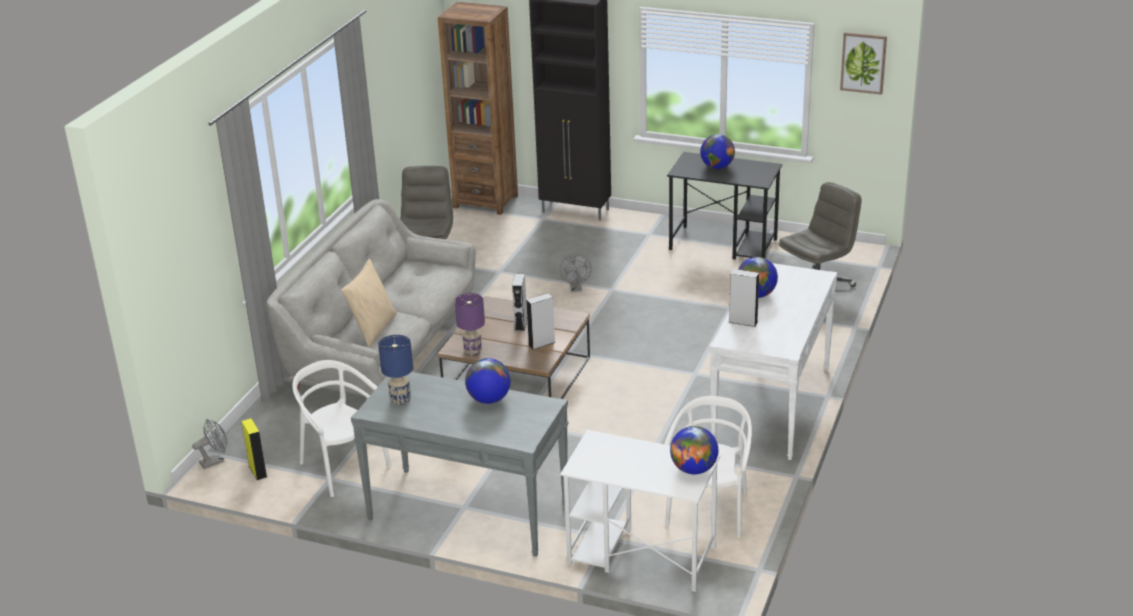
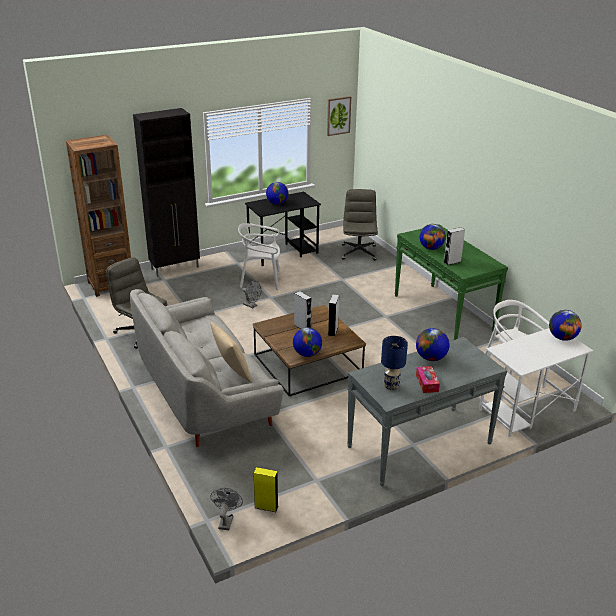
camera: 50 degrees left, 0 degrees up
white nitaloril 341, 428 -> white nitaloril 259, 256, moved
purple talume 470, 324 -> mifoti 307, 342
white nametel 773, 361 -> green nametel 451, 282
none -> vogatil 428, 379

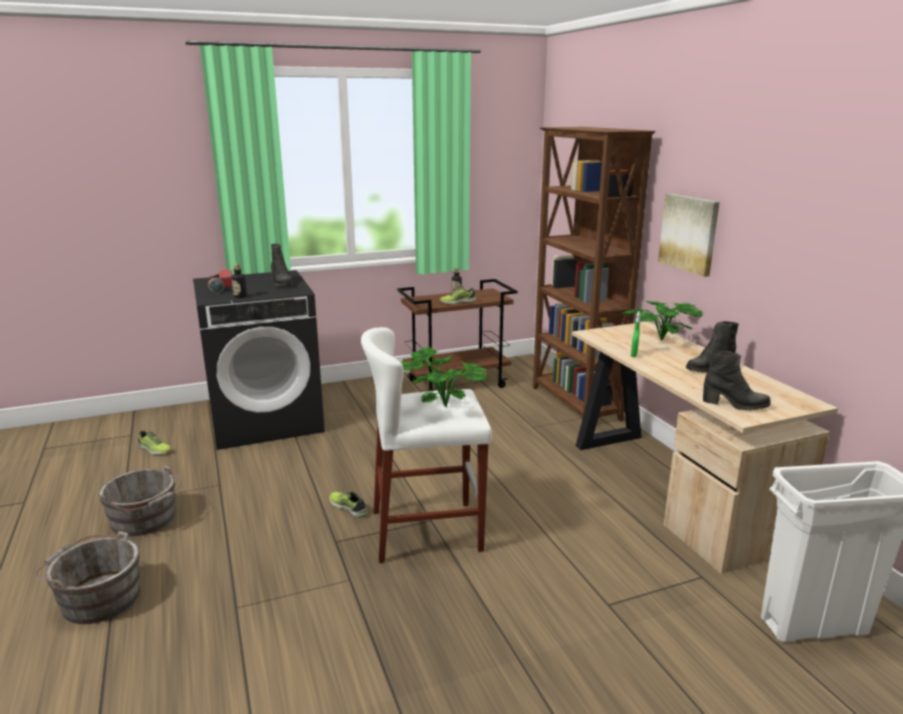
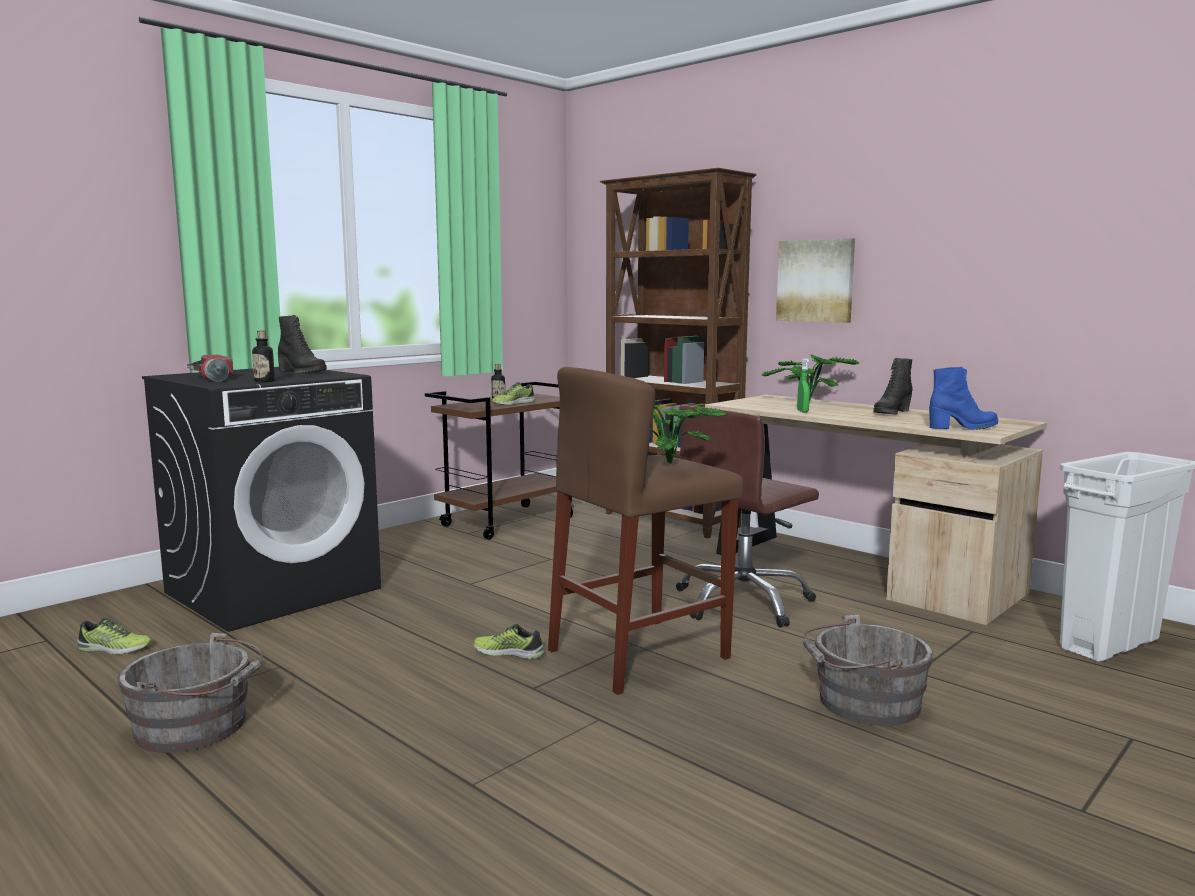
camera: 25 degrees left, 10 degrees down
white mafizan 426, 445 -> brown mafizan 646, 531
none -> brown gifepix 747, 516
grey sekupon 87, 577 -> grey sekupon 868, 670, moved
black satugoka 737, 381 -> blue satugoka 963, 398

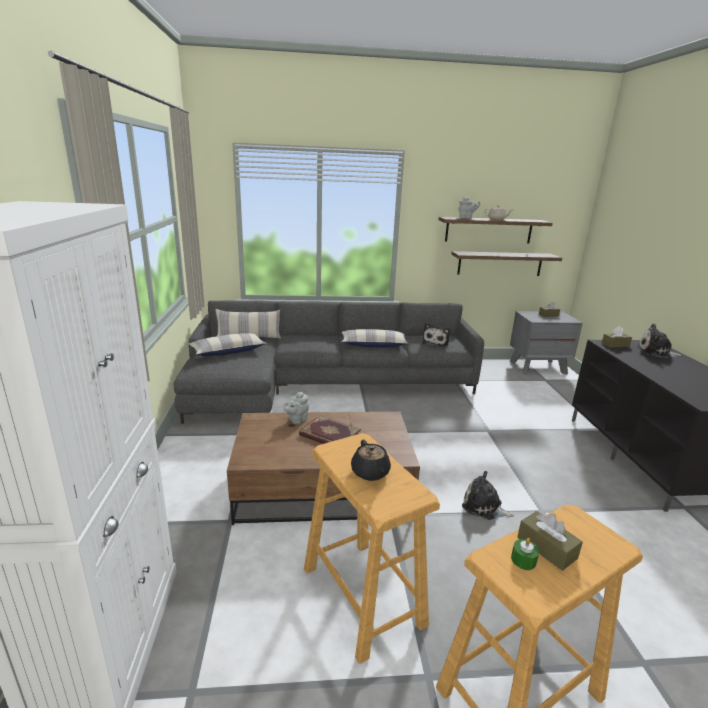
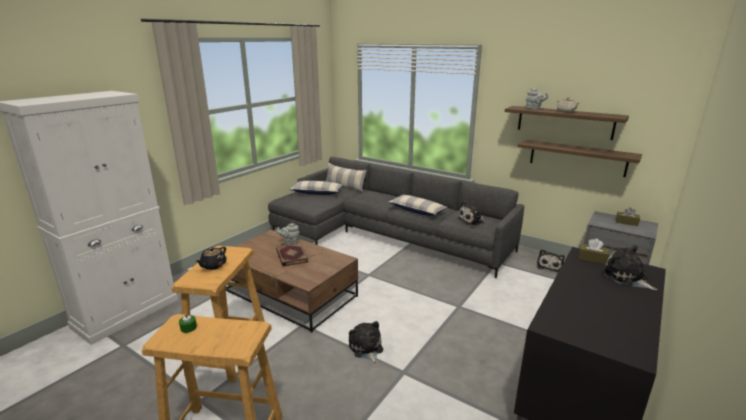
camera: 40 degrees right, 0 degrees up
none -> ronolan 551, 260
brown vogatil 550, 541 -> none

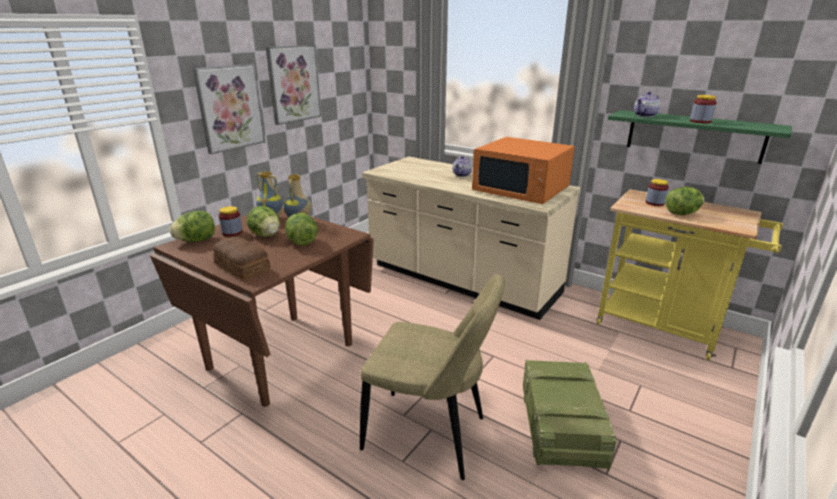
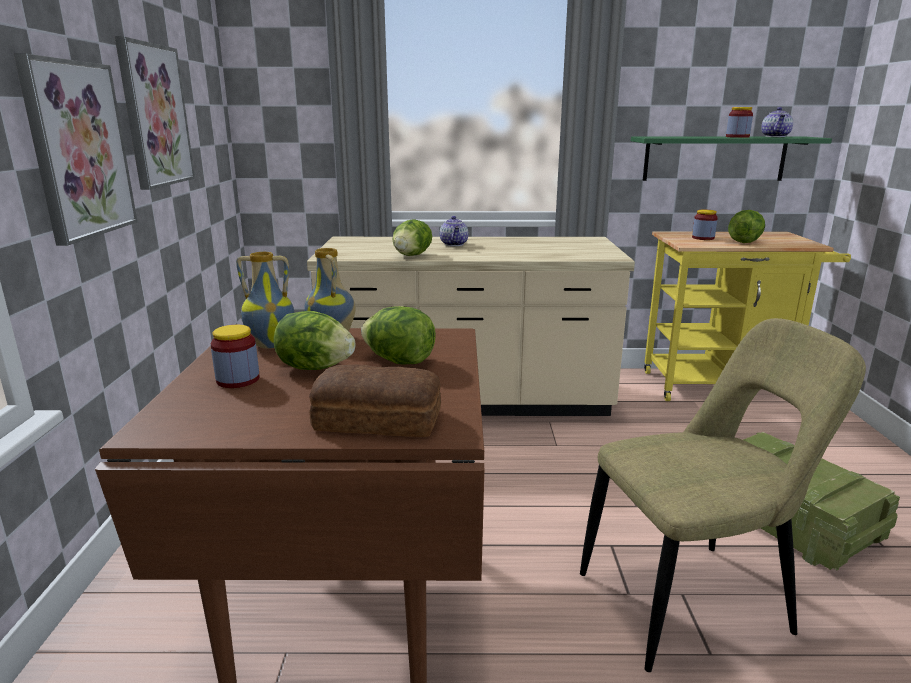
camera: 35 degrees left, 5 degrees down
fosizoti 192, 226 -> fosizoti 412, 237, moved
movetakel 647, 104 -> movetakel 777, 122, moved
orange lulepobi 523, 170 -> none

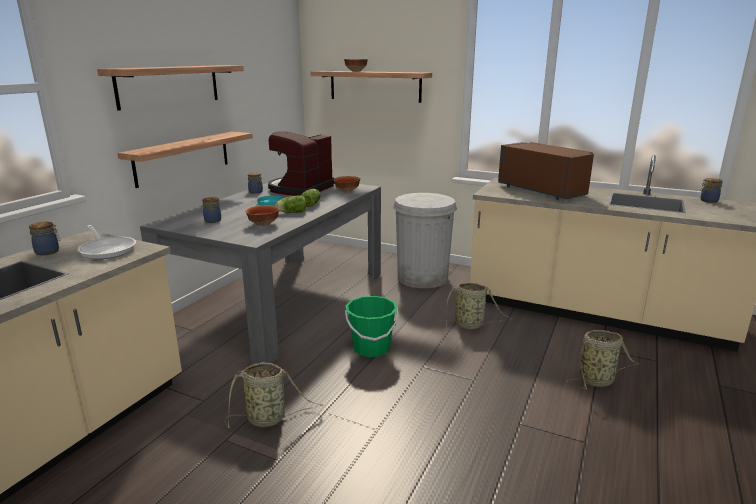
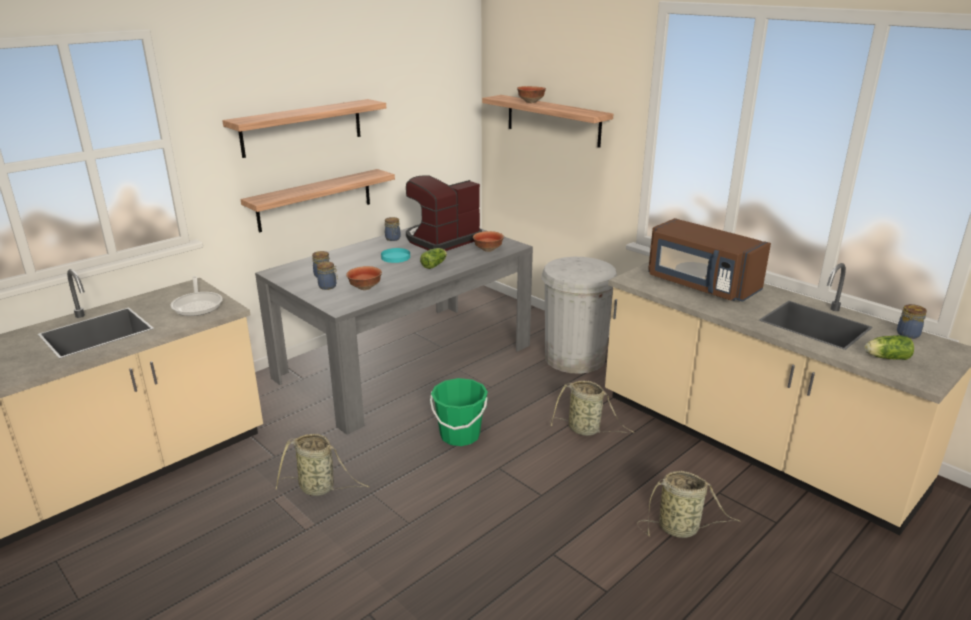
camera: 20 degrees right, 5 degrees up
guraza 44, 238 -> guraza 327, 276, moved
brown lulepobi 546, 171 -> brown lulepobi 709, 260, 150 degrees clockwise
fosizoti 290, 204 -> fosizoti 889, 347, moved

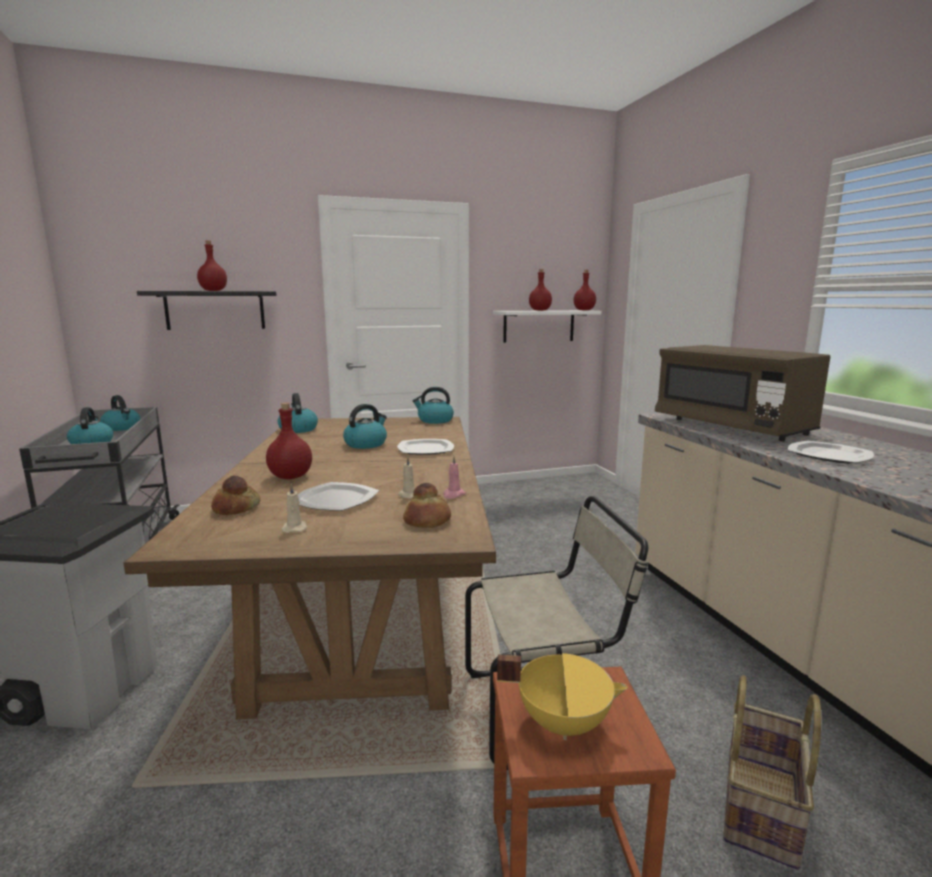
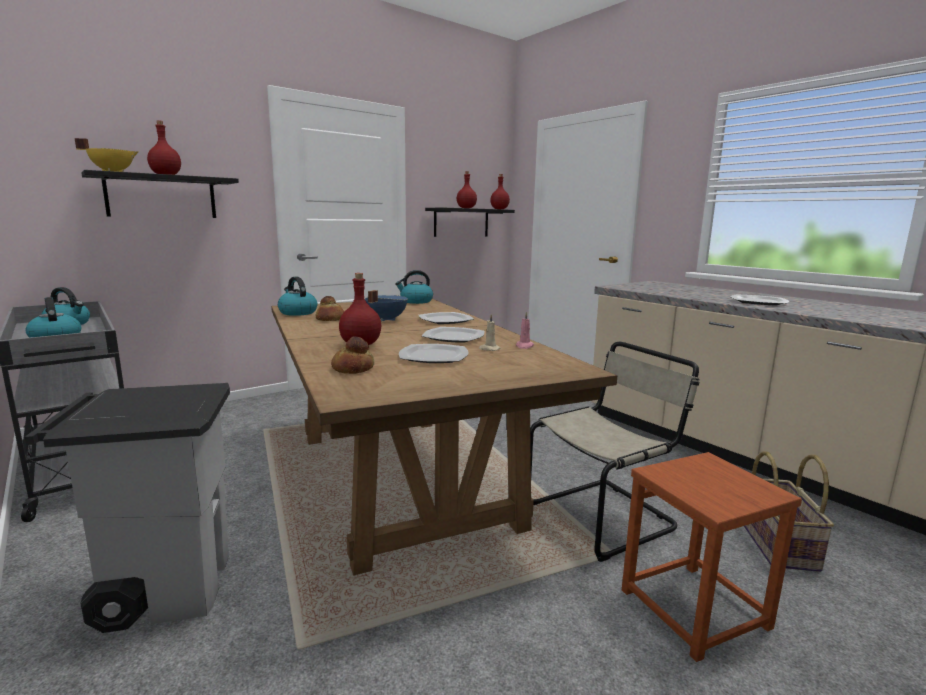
camera: 20 degrees left, 0 degrees up
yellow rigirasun 562, 696 -> yellow rigirasun 106, 155, moved
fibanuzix 427, 505 -> fibanuzix 329, 308, moved
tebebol 365, 426 -> blue rigirasun 386, 306
none -> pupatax 453, 335
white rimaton 547, 326 -> black rimaton 470, 222
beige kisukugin 294, 508 -> none
brown lulepobi 742, 393 -> none

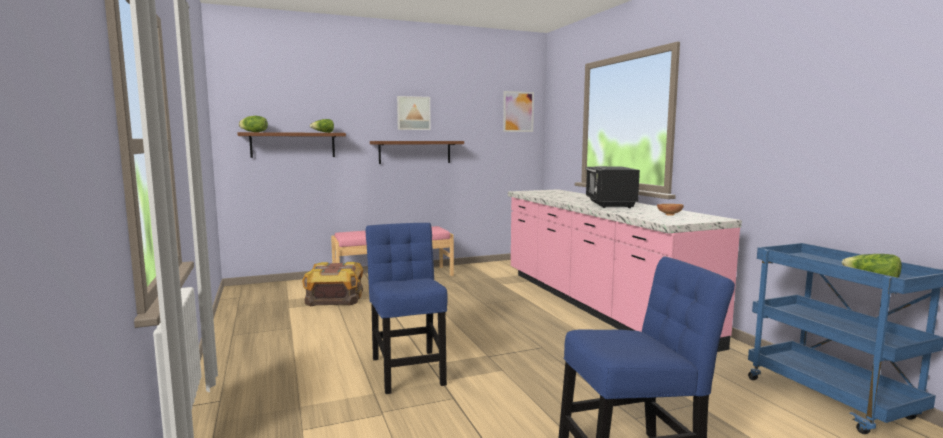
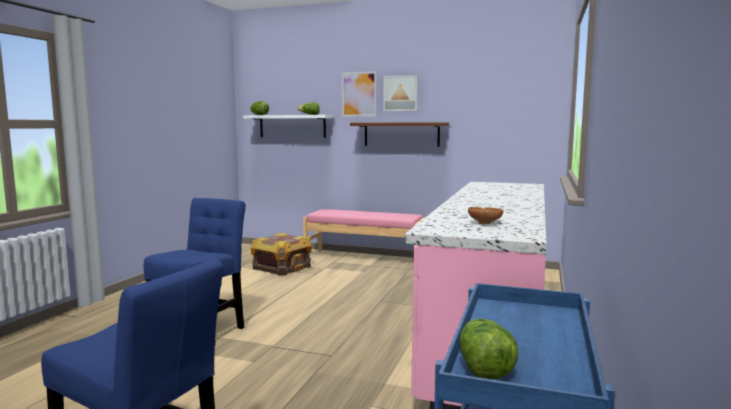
camera: 40 degrees right, 0 degrees up
brown rimaton 291, 145 -> white rimaton 288, 126
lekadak 518, 111 -> lekadak 359, 94, moved
black lulepobi 613, 187 -> none

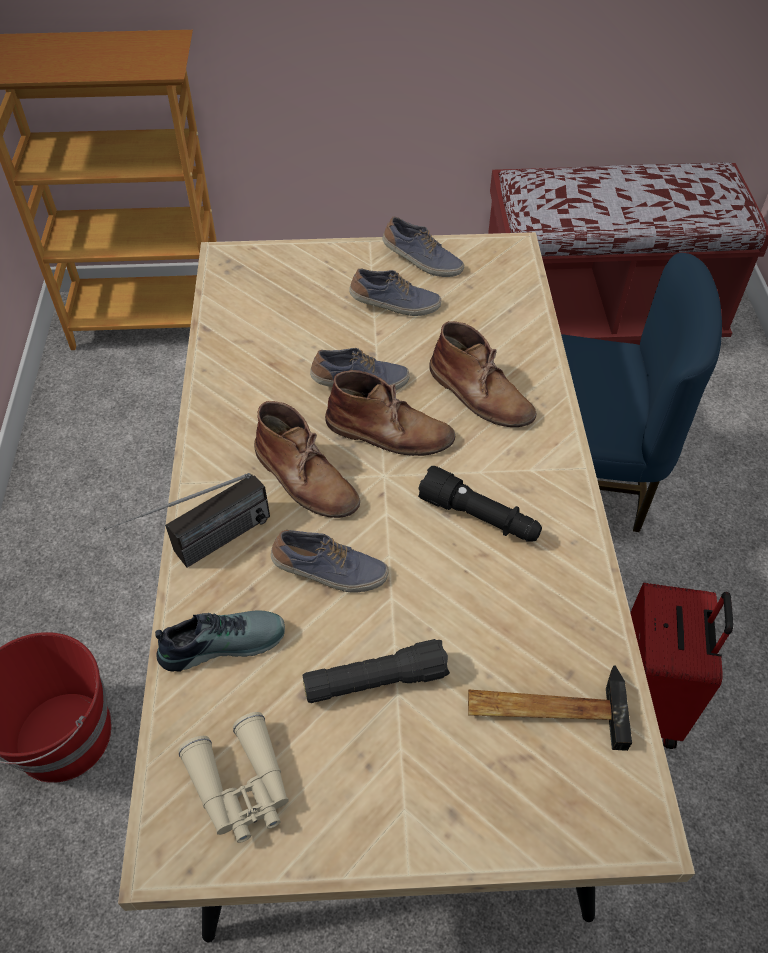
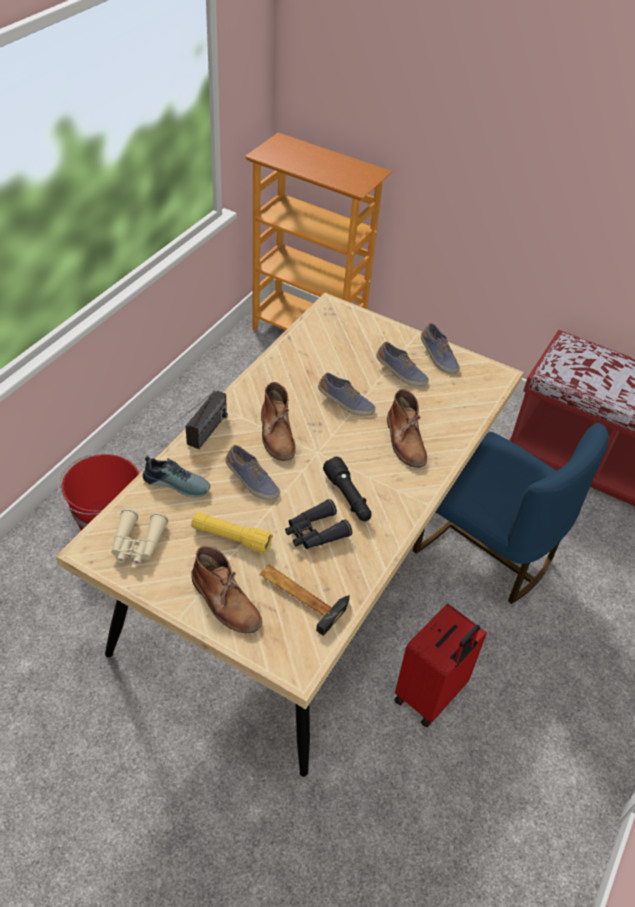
camera: 30 degrees right, 5 degrees down
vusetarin 187, 520 -> vusetarin 198, 419, 60 degrees counterclockwise
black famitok 376, 671 -> yellow famitok 232, 532
brown satugoka 390, 413 -> brown satugoka 226, 589, moved
none -> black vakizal 318, 524

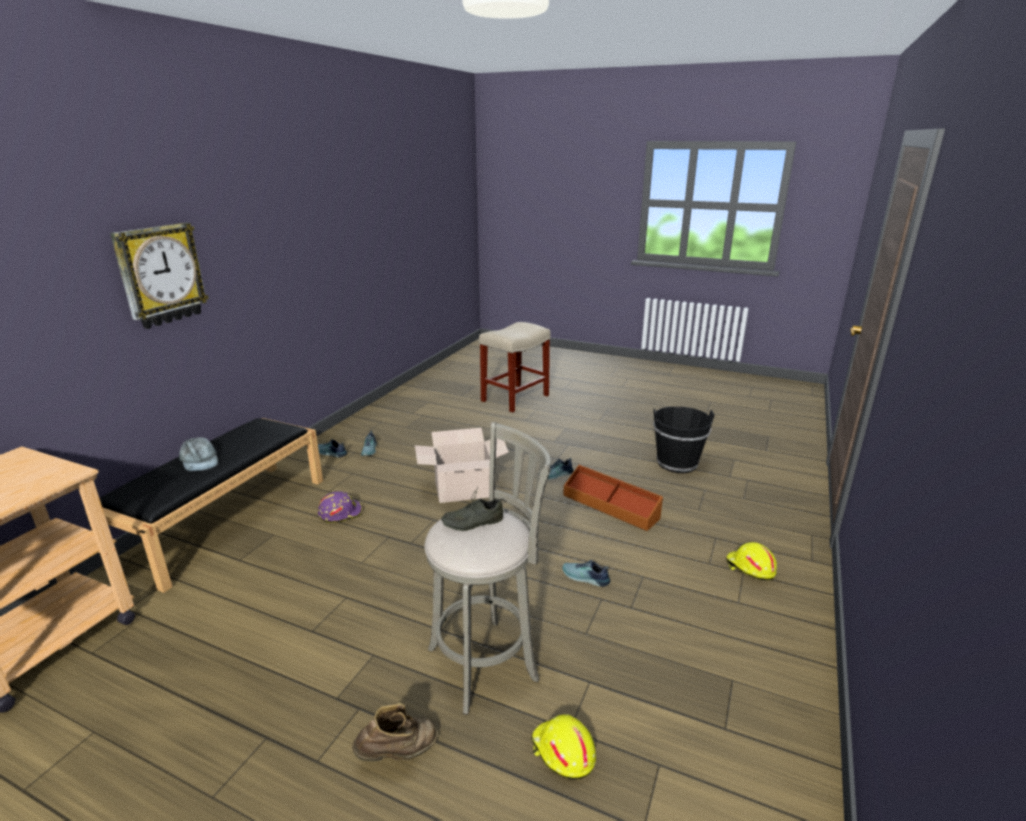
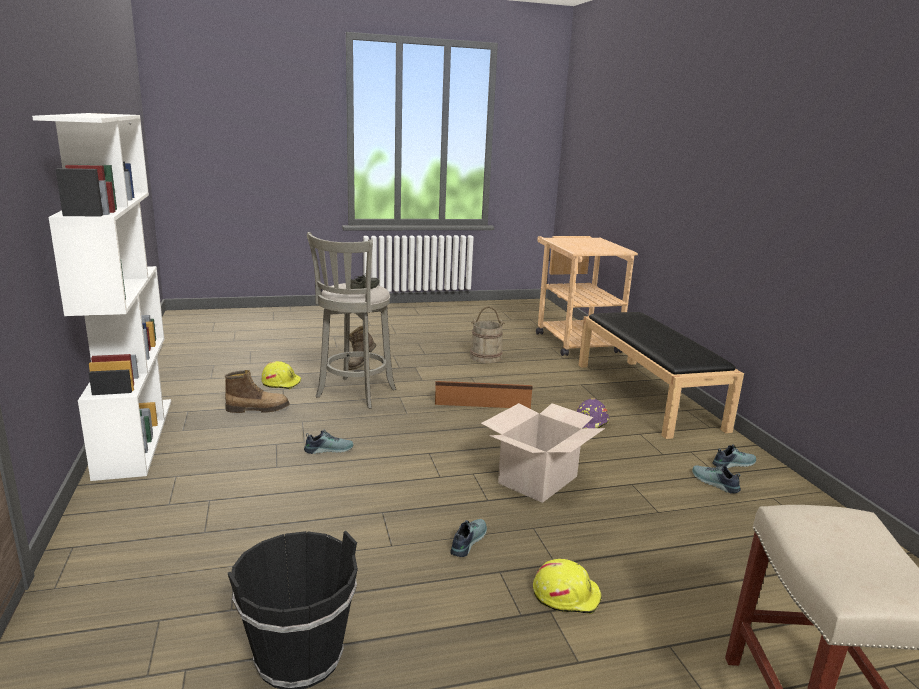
camera: 140 degrees right, 5 degrees down
none -> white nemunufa 101, 297
none -> satugoka 257, 391
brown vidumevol 613, 498 -> brown vidumevol 484, 395, moved
none -> beige sekupon 487, 334
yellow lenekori 751, 561 -> yellow lenekori 567, 586, moved
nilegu 159, 276 -> none
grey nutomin 198, 454 -> none

